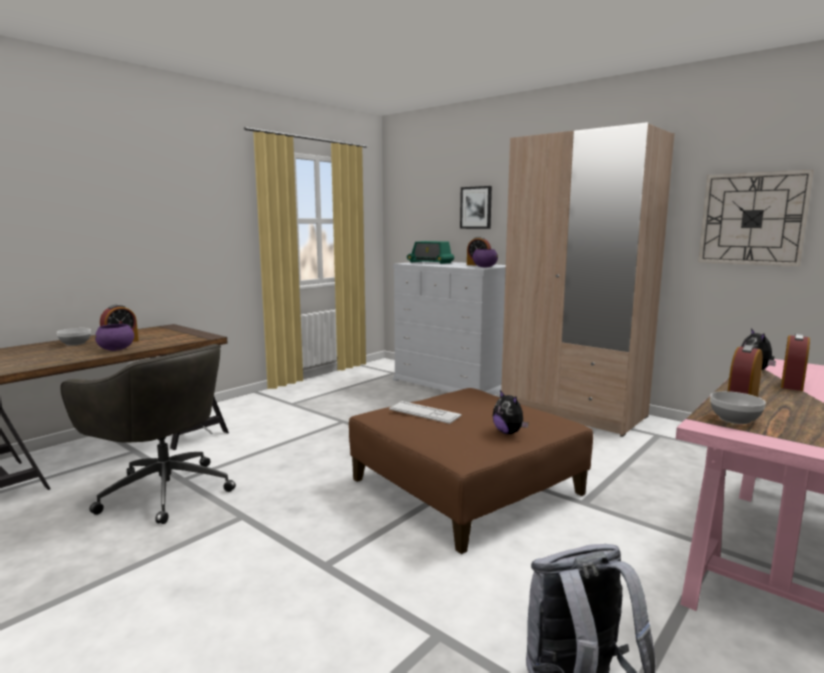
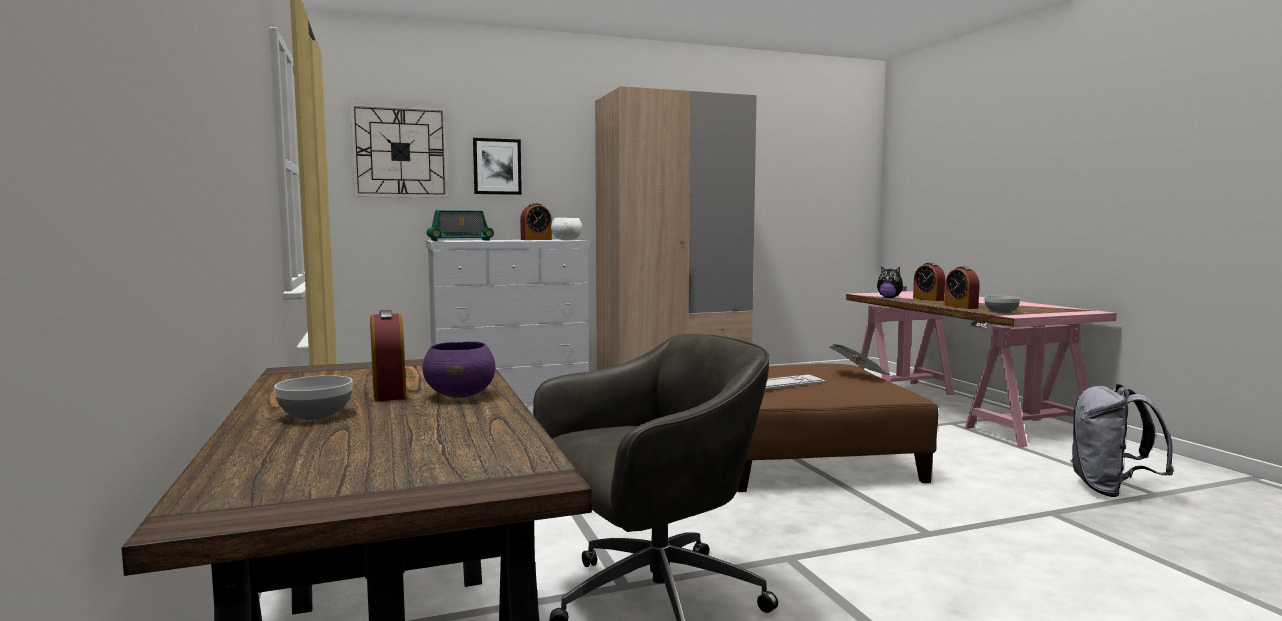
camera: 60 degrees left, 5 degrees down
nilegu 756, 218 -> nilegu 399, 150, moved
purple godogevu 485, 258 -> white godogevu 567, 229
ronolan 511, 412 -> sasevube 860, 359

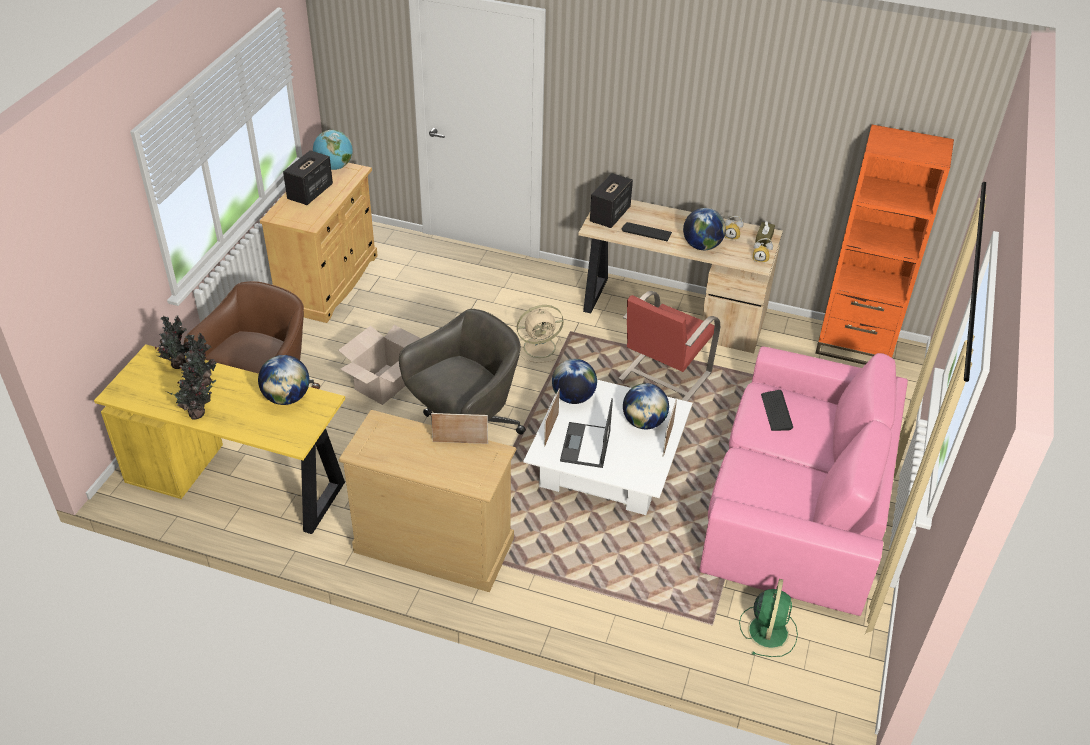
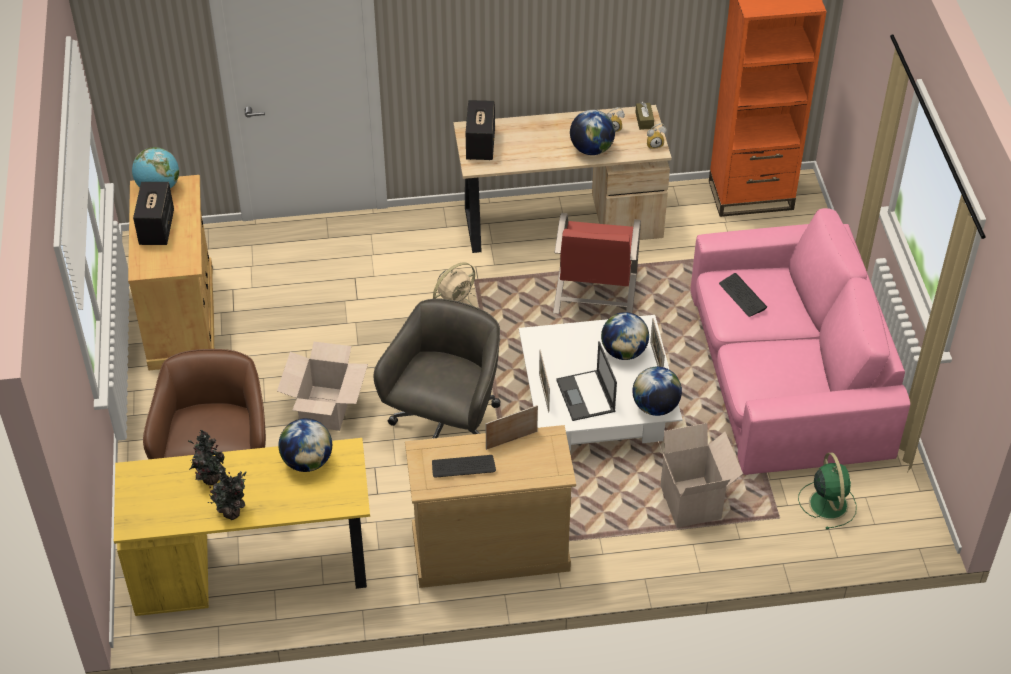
camera: 25 degrees left, 5 degrees up
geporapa 647, 231 -> geporapa 464, 466, moved
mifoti 574, 381 -> mifoti 657, 391, moved
none -> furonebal 700, 475
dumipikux 172, 342 -> none

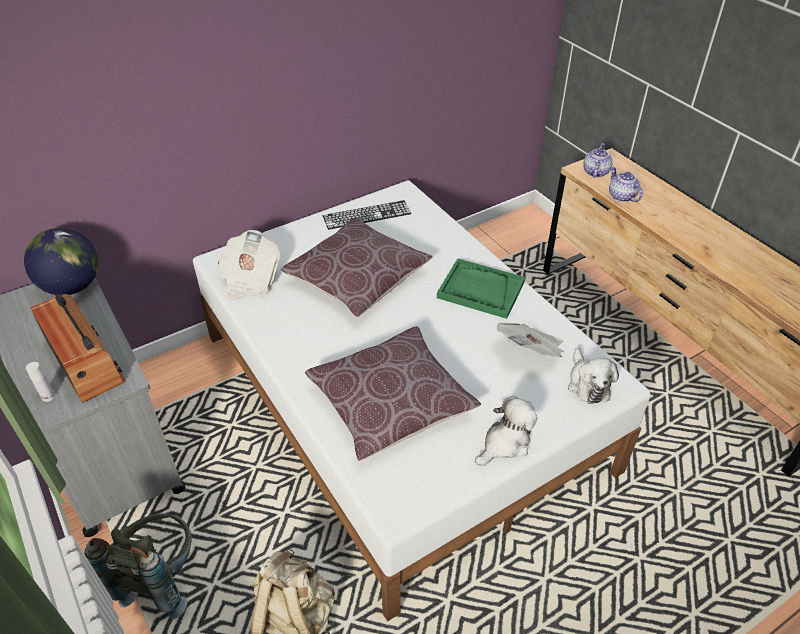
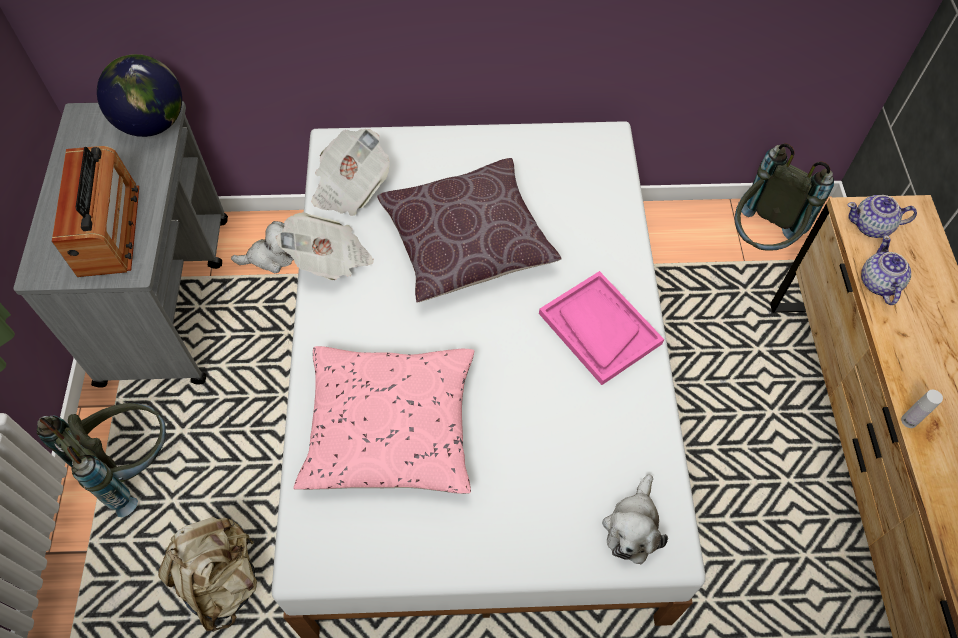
camera: 30 degrees right, 15 degrees up
ronolan 506, 431 -> ronolan 262, 247, moved
sasevube 530, 340 -> sasevube 325, 246, moved
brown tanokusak 393, 393 -> pink tanokusak 383, 420
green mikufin 481, 288 -> pink mikufin 601, 328
none -> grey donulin 784, 197
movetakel 598, 160 -> movetakel 882, 216, 135 degrees counterclockwise
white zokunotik 40, 382 -> white zokunotik 922, 409, moved
geporapa 367, 215 -> none

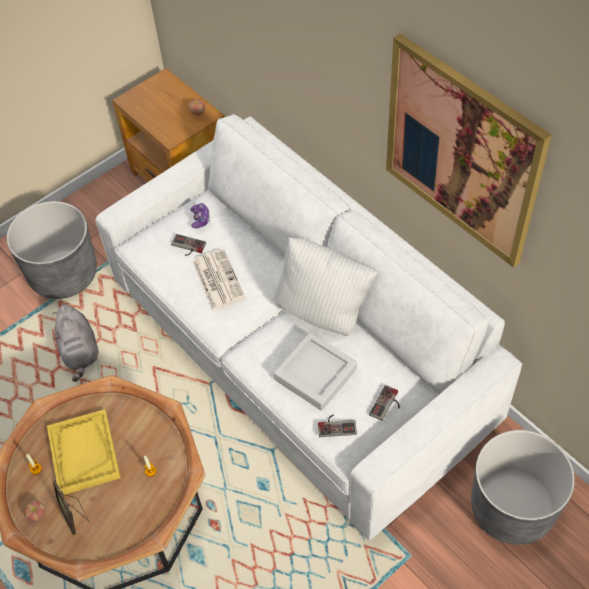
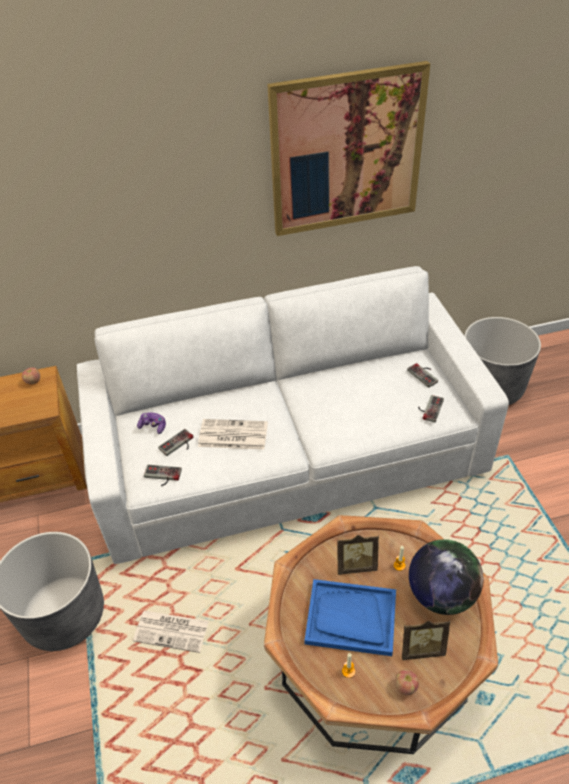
camera: 65 degrees left, 10 degrees down
grey ronolan 75, 343 -> sasevube 171, 632
none -> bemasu 163, 475
yellow mikufin 84, 451 -> blue mikufin 350, 617
none -> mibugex 358, 555
none -> mifoti 446, 577
white tanokusak 326, 286 -> none
grey mikufin 315, 372 -> none

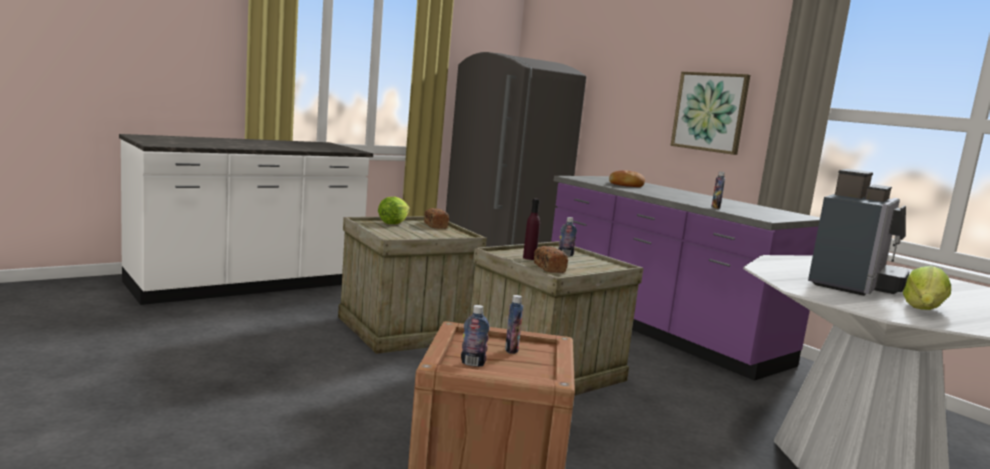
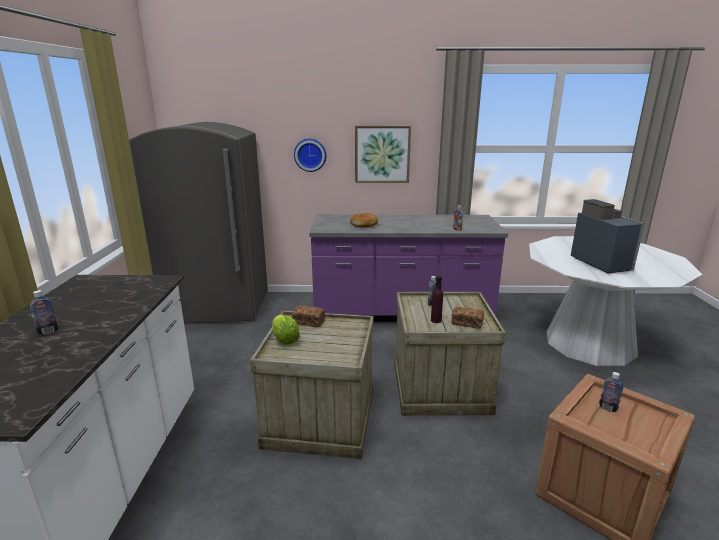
camera: 50 degrees left, 10 degrees up
zokunotik 475, 336 -> zokunotik 44, 312, moved
none -> nilegu 310, 155
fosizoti 927, 288 -> none

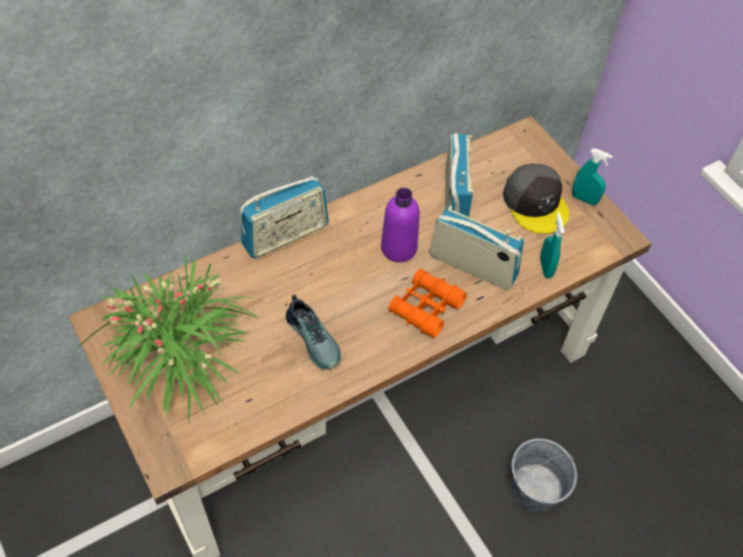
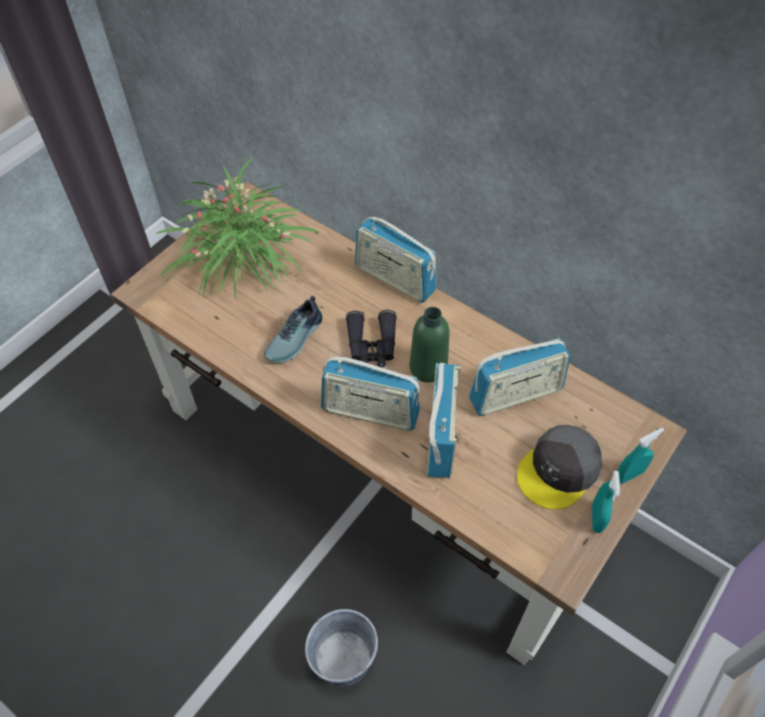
camera: 70 degrees right, 0 degrees up
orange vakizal 427, 303 -> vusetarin 370, 393
none -> black vakizal 371, 338
purple zokunotik 400, 225 -> green zokunotik 429, 345
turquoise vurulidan 552, 245 -> turquoise vurulidan 641, 456, moved

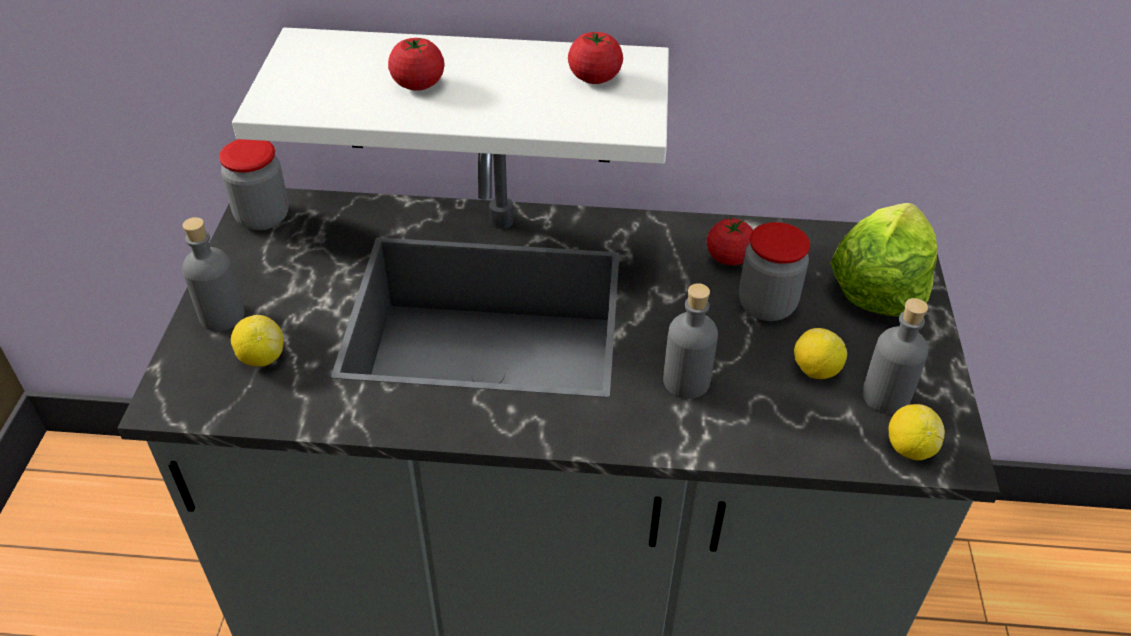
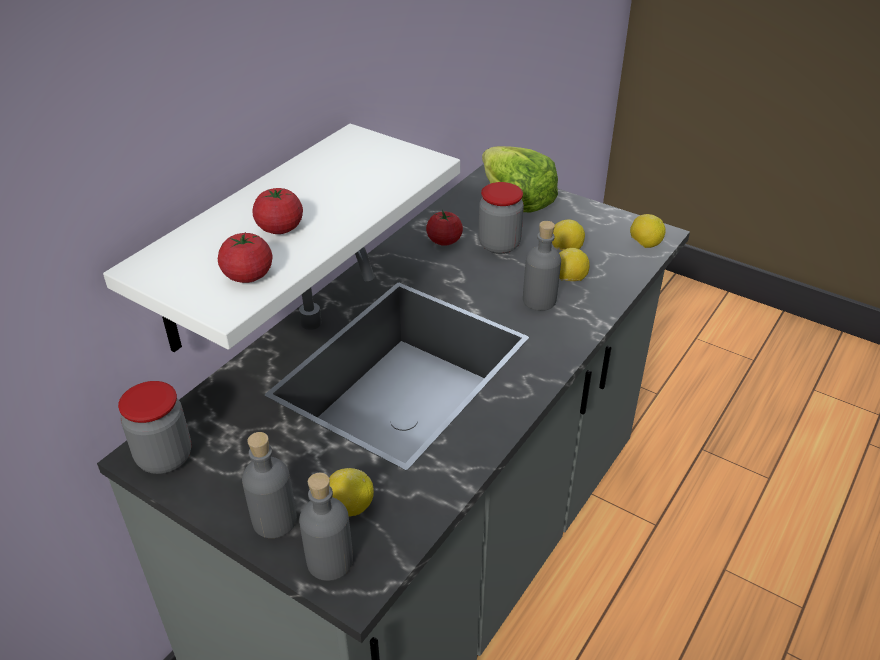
camera: 60 degrees left, 5 degrees down
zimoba 595, 58 -> zimoba 245, 258, moved
grey zokunotik 895, 356 -> grey zokunotik 326, 527, moved
none -> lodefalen 574, 264

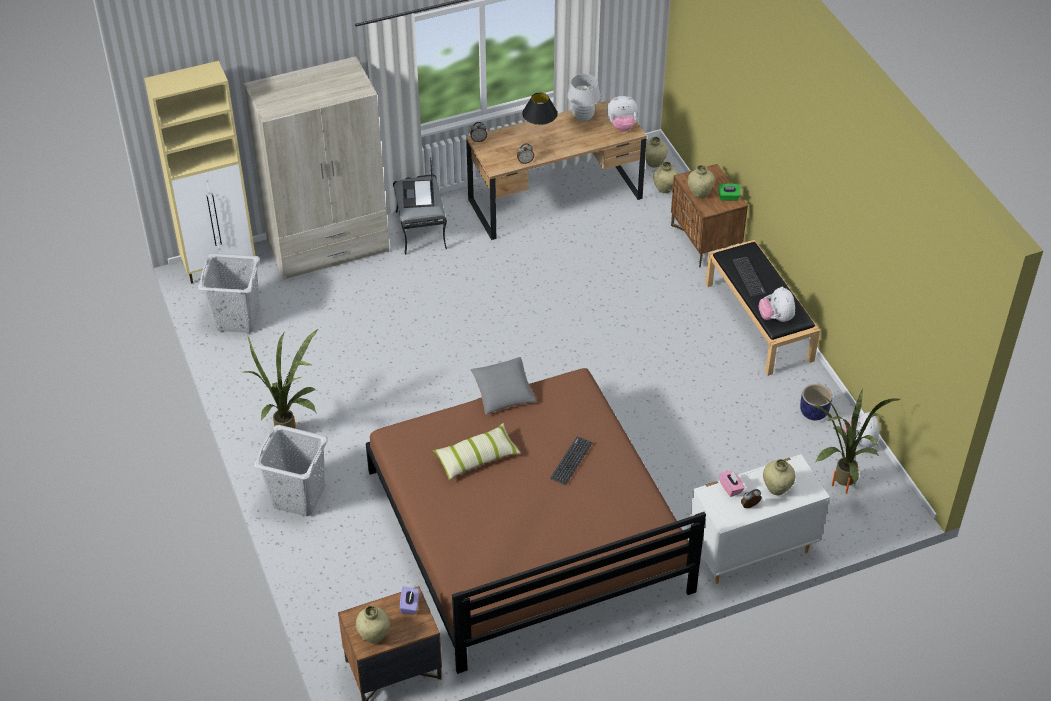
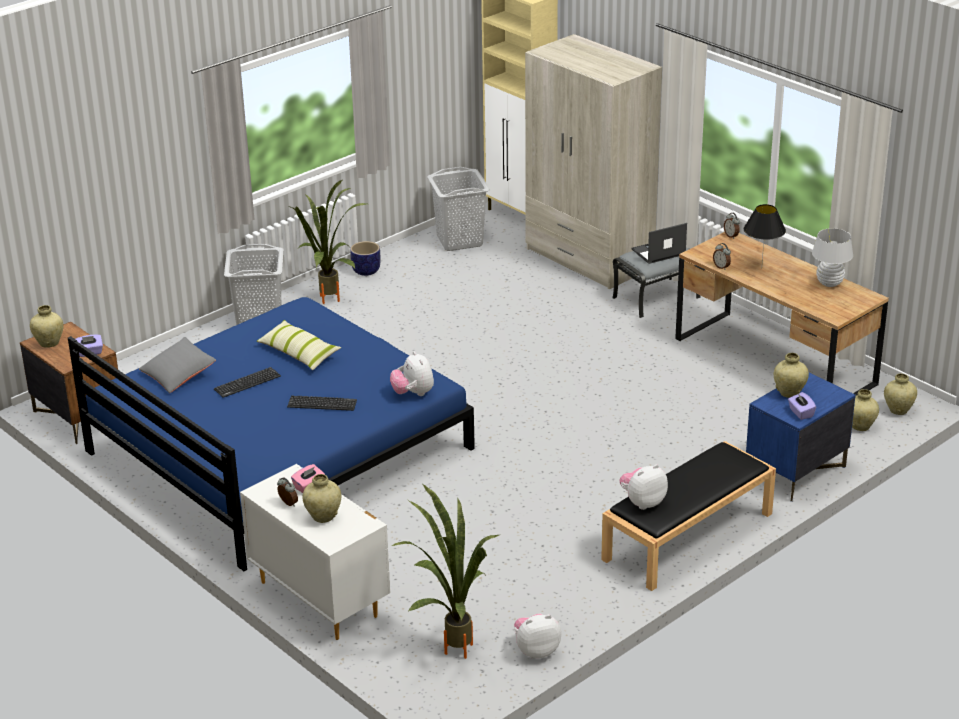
camera: 70 degrees right, 15 degrees down
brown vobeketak 536, 521 -> blue vobeketak 271, 434
grey tanokusak 503, 386 -> grey tanokusak 177, 365, moved
geporapa 749, 277 -> geporapa 247, 382, moved
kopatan 816, 402 -> kopatan 365, 258, moved
ronolan 622, 113 -> ronolan 412, 373, moved
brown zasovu 709, 216 -> blue zasovu 801, 437
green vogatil 729, 192 -> purple vogatil 802, 406

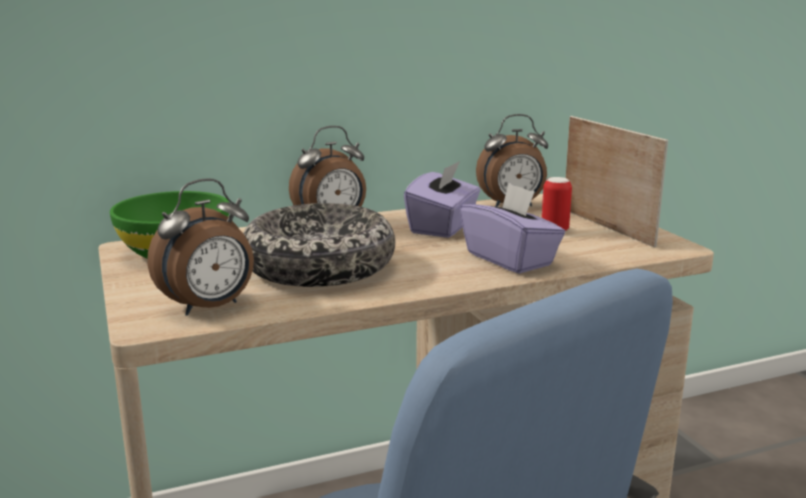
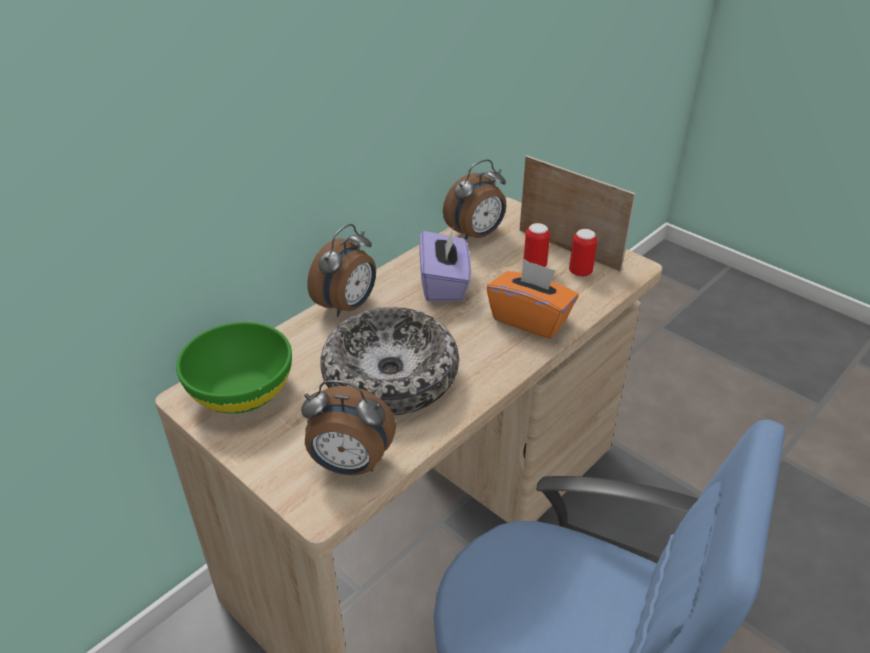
camera: 25 degrees left, 20 degrees up
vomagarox 200, 247 -> vomagarox 348, 427, 75 degrees clockwise
purple vogatil 512, 228 -> orange vogatil 533, 299
none -> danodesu 583, 253

